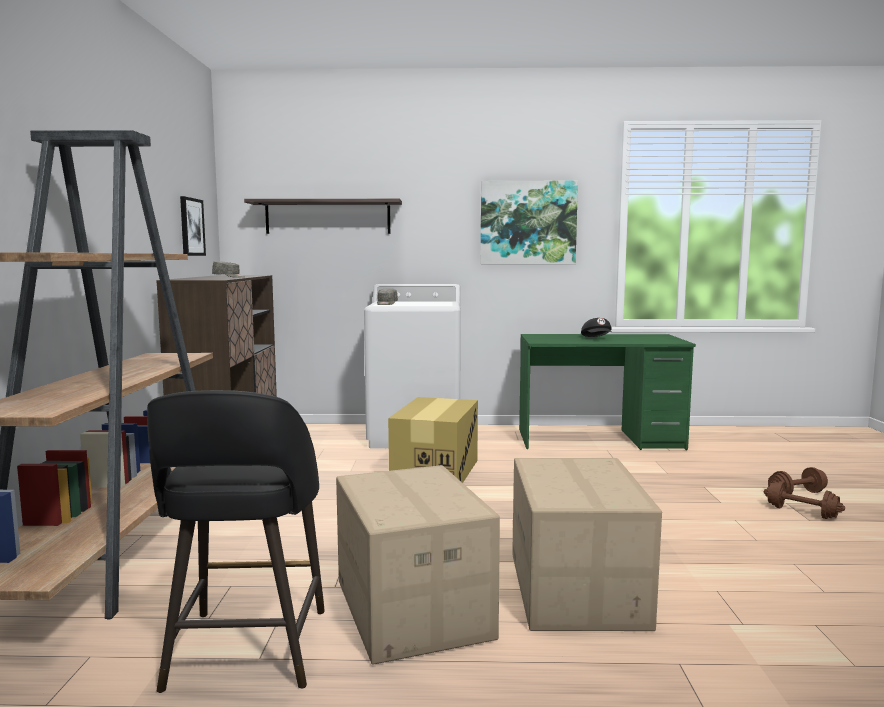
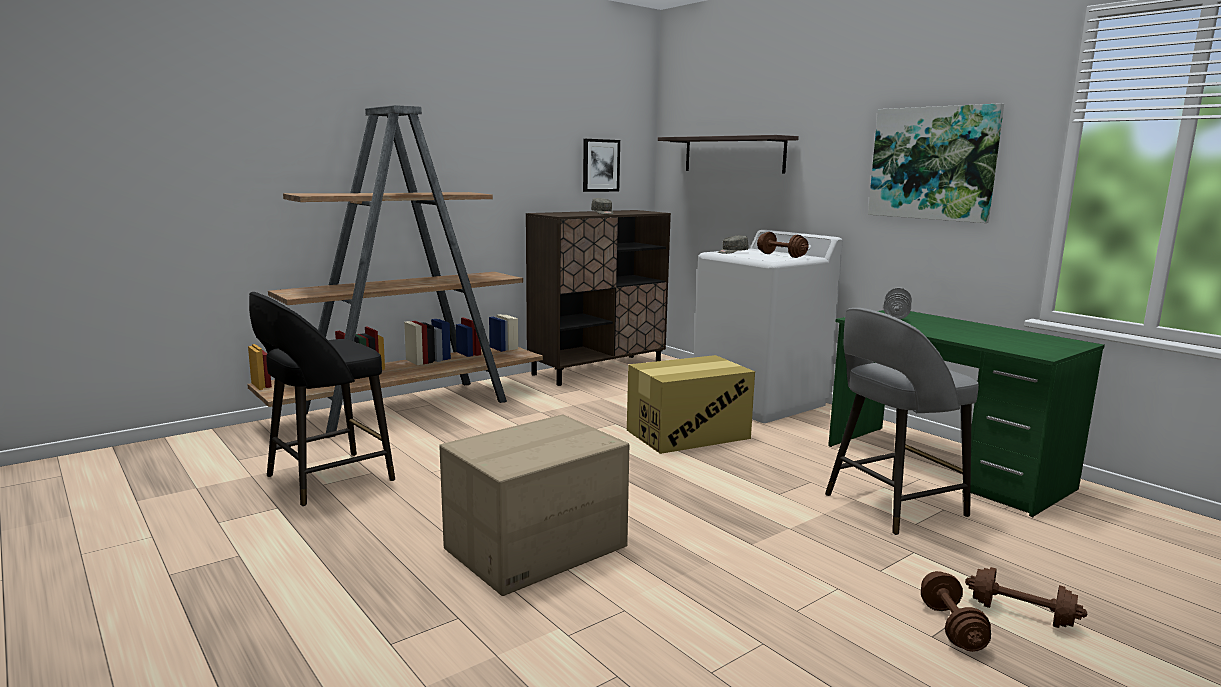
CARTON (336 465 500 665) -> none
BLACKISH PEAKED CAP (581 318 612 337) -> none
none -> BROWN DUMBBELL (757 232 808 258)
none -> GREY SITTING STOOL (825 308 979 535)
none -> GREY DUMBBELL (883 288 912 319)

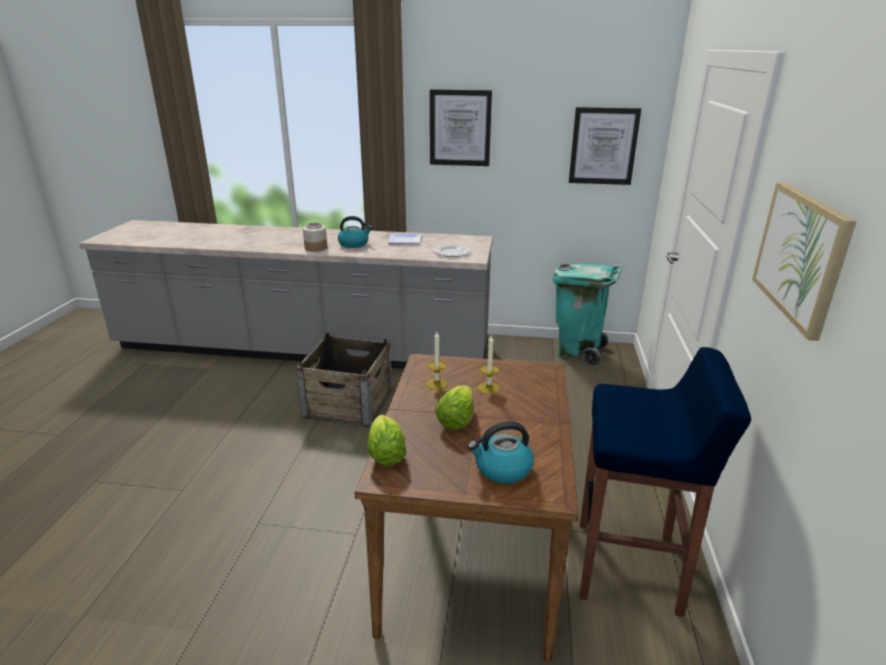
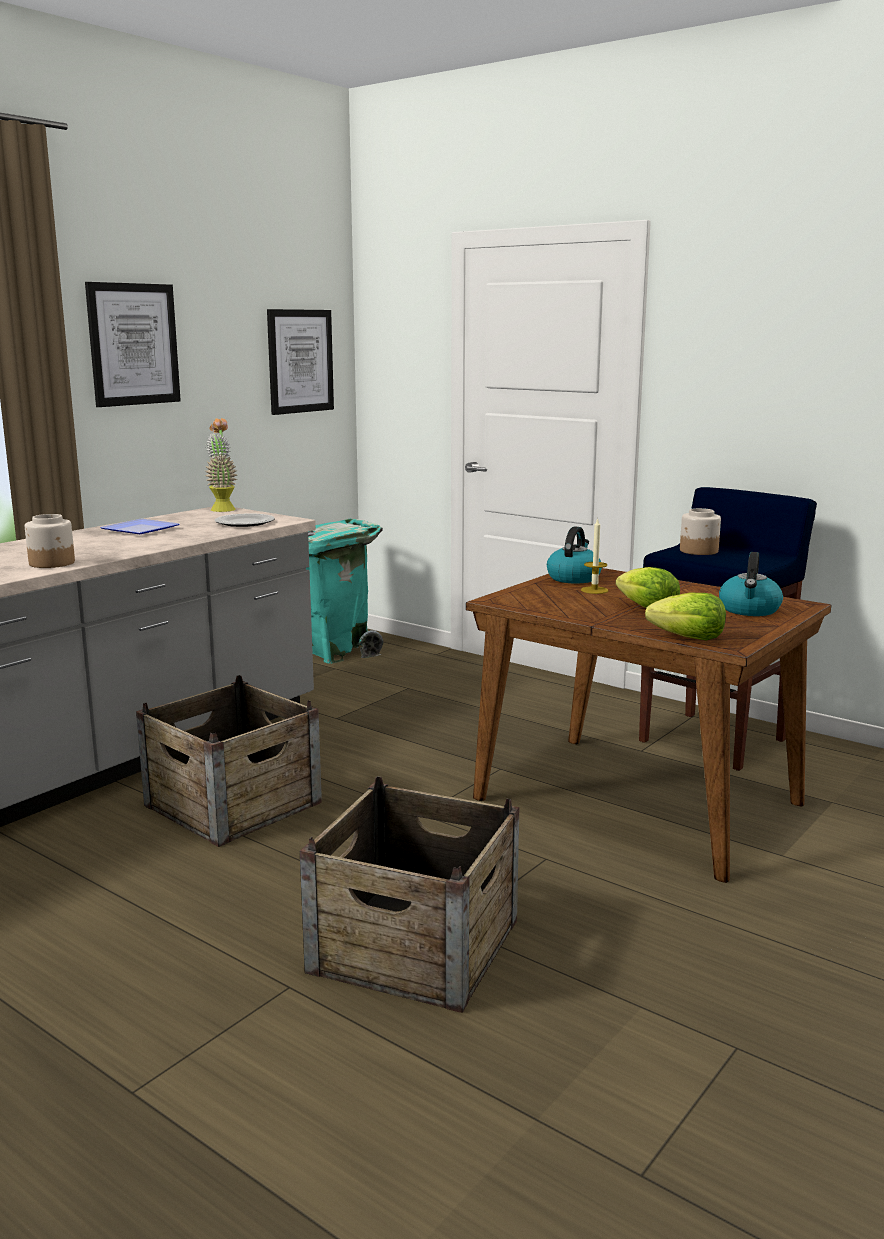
KETTLE (338 216 372 248) -> KETTLE (547 526 602 584), relocated
CANDLE (426 332 448 390) -> none
PICTURE (752 182 857 341) -> none
none -> HOUSEPLANT (205 418 238 512)
none -> PACKING CRATE (300 776 519 1013)
none -> JAR (680 508 721 555)

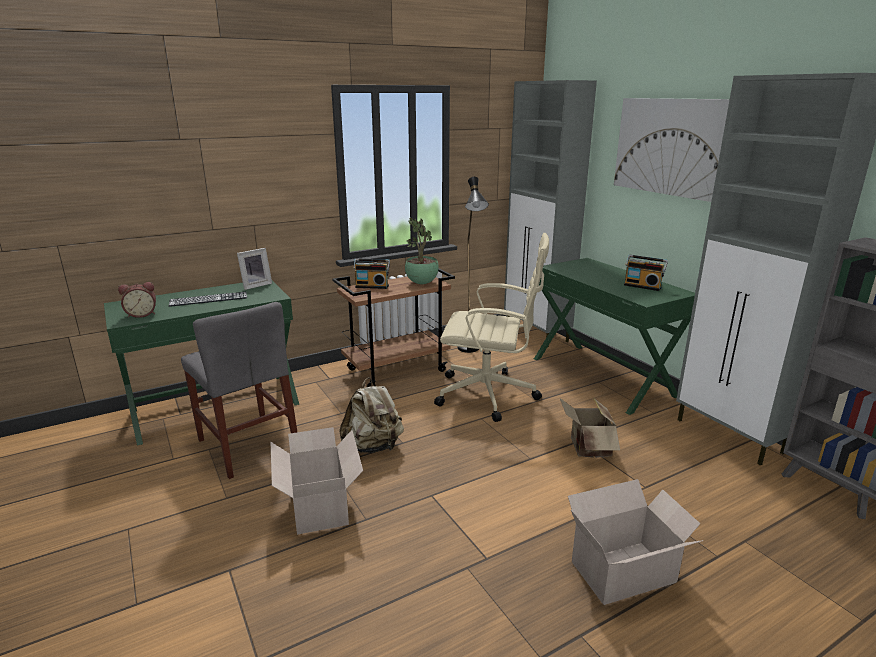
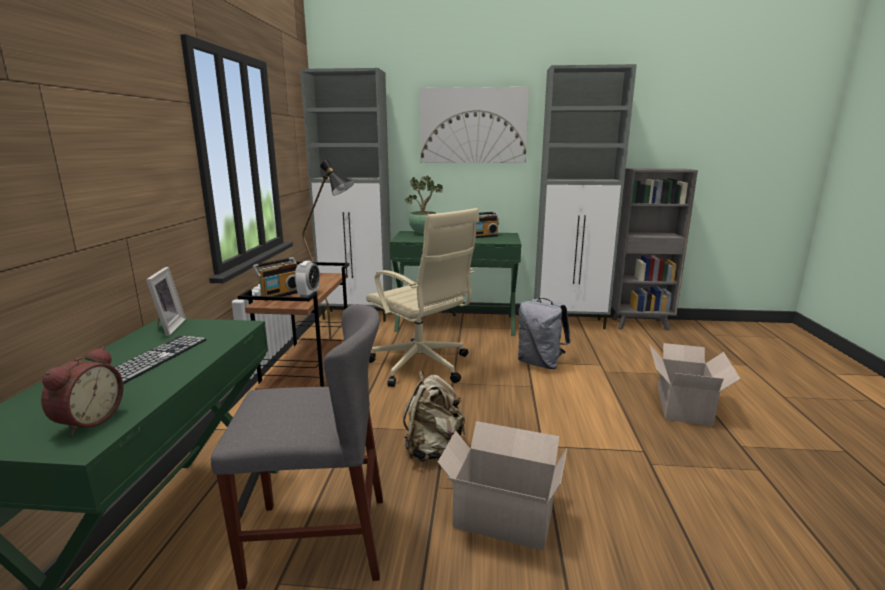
HOUSEPLANT (405 218 439 284) -> HOUSEPLANT (405 176 443 234), relocated
BEIGE DESK CHAIR (434 233 549 422) -> BEIGE DESK CHAIR (366 208 479 387), 90 degrees clockwise
CARTON (560 398 620 458) -> GREY KNAPSACK (518 298 570 369)
none -> TABLE CLOCK (295 261 320 297)

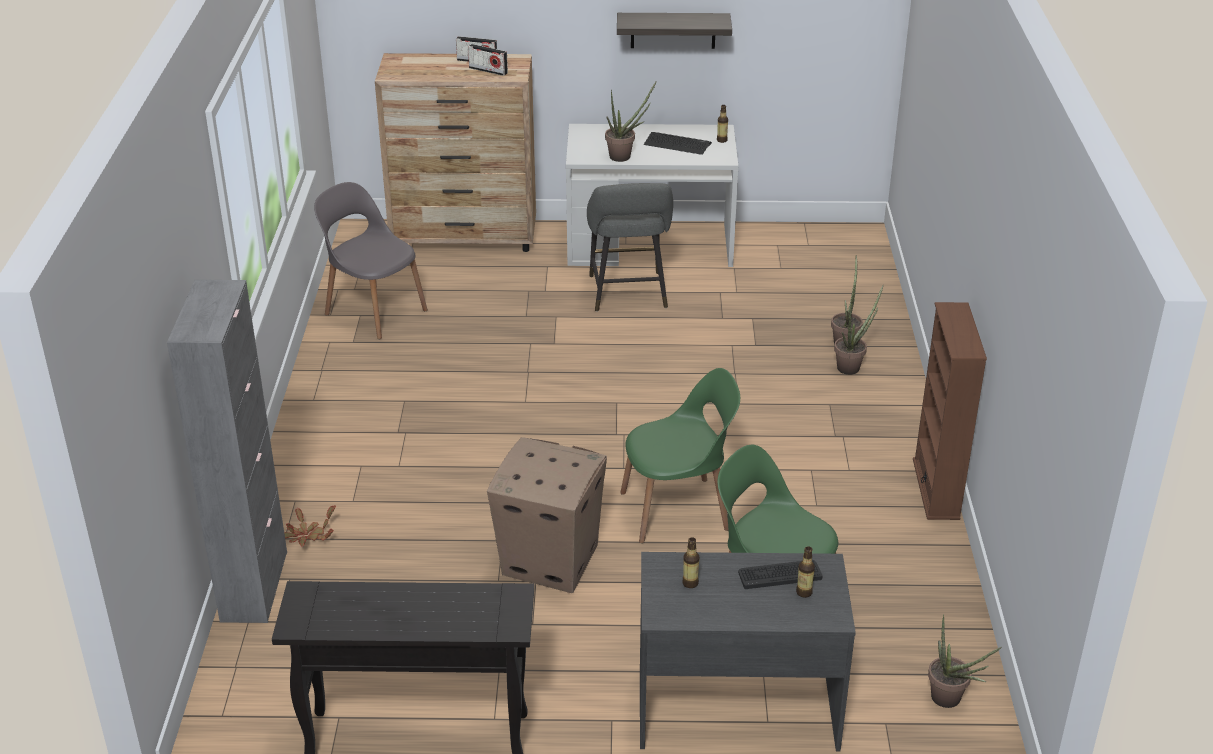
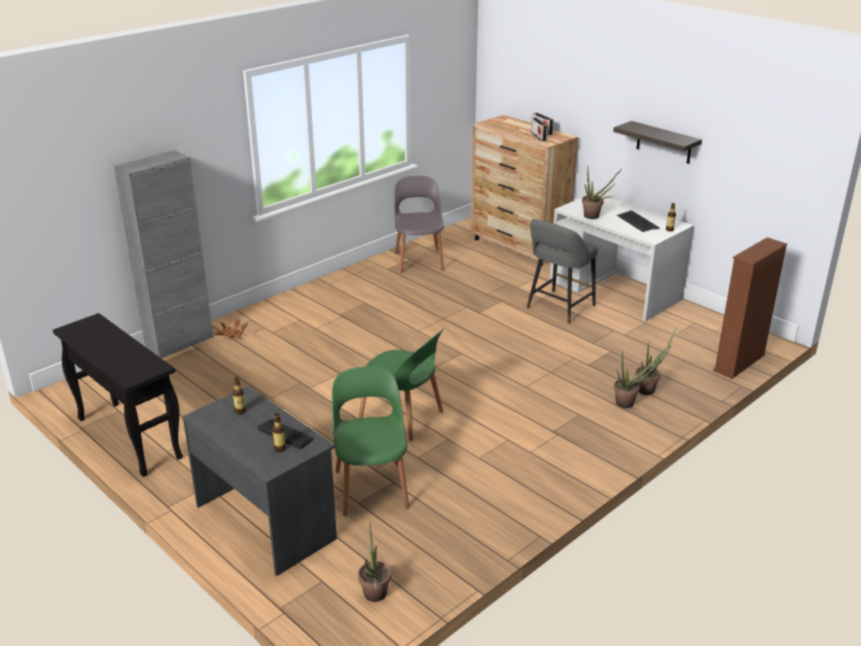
CARTON (487 437 607 593) -> none
BROWN BOOKSHELF (913 302 987 520) -> BROWN BOOKSHELF (713 237 787 379), relocated

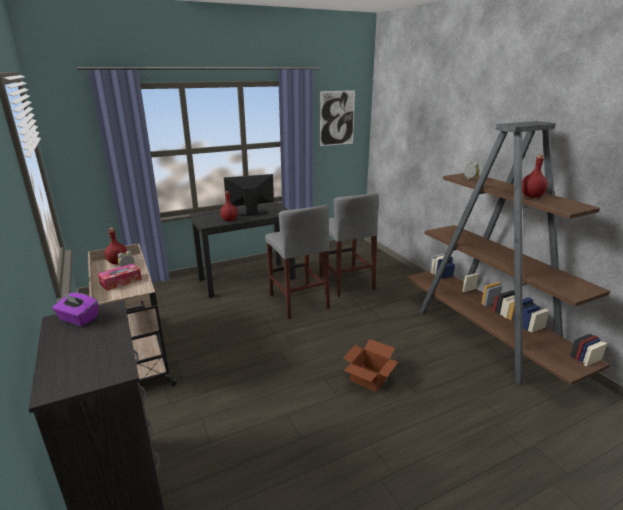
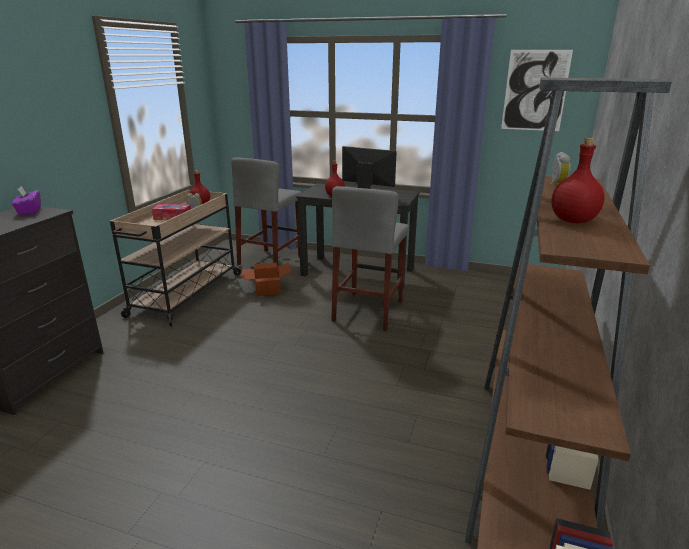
GREY SITTING STOOL (319 193 379 297) -> GREY SITTING STOOL (231 158 301 268), relocated
CARTON (343 339 398 392) -> CARTON (242 262 291 296), relocated

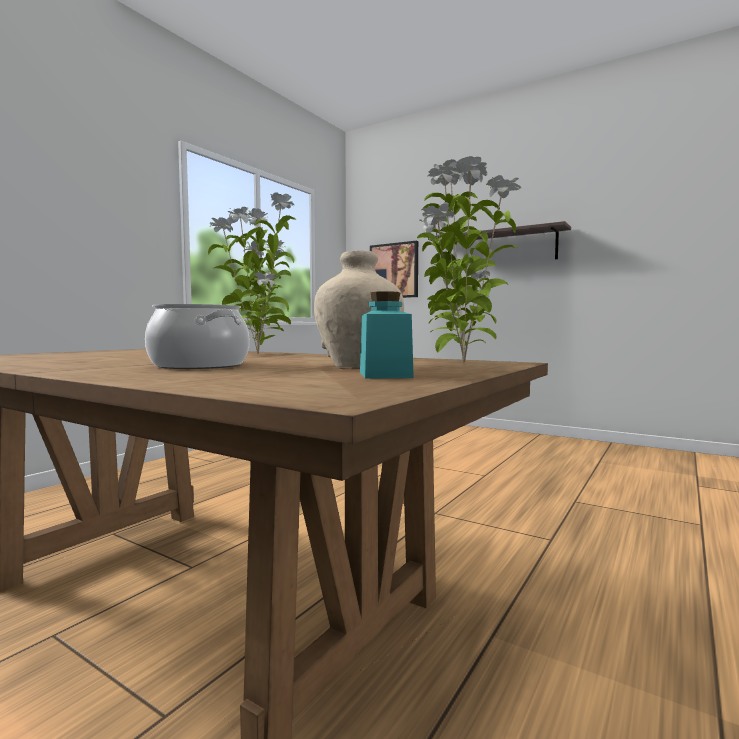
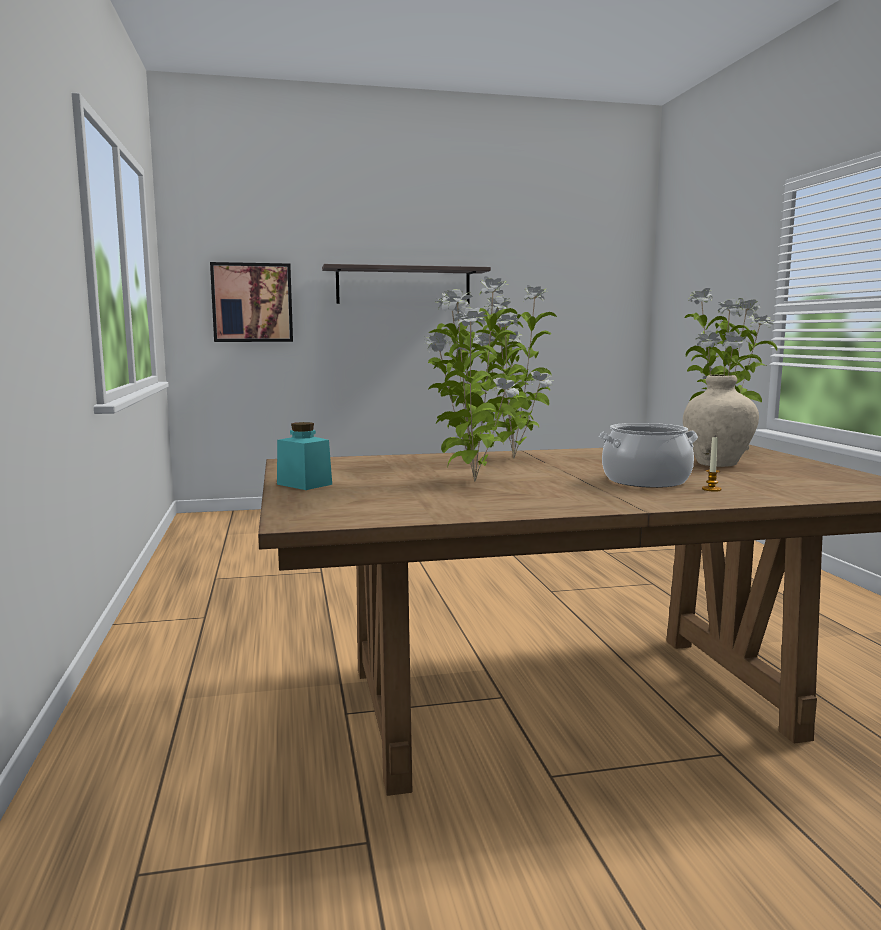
BLUE-GREEN JAR (360 291 414 379) -> BLUE-GREEN JAR (277 422 332 490), relocated
none -> HOUSEPLANT (425 276 519 482)
none -> CANDLE (702 437 722 492)

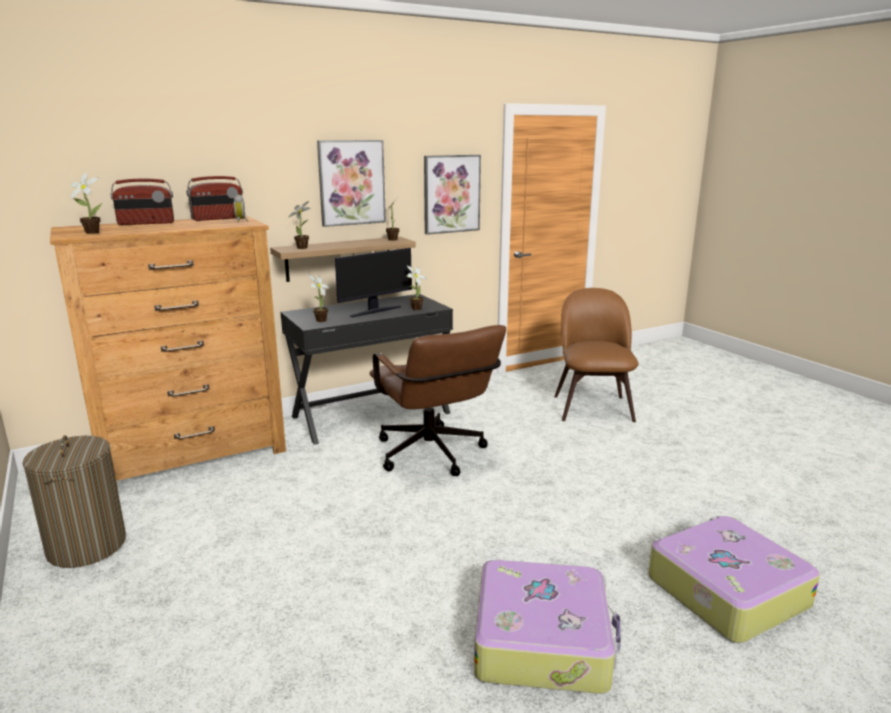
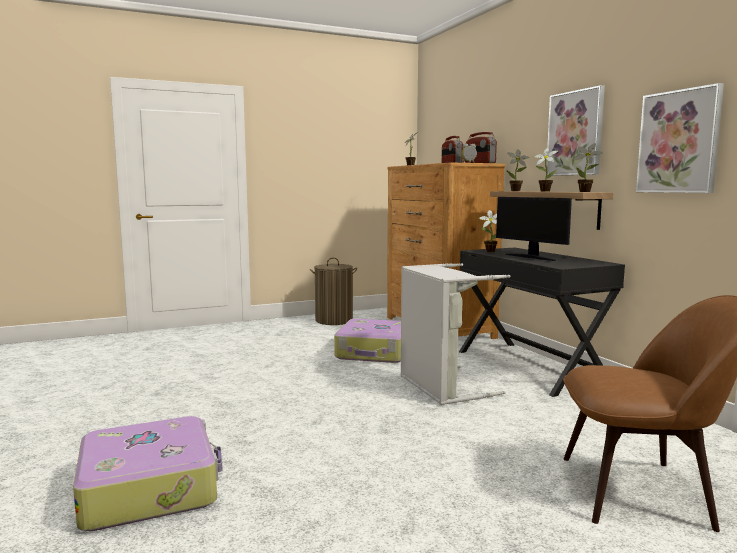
BROWN DESK CHAIR (370 325 506 476) -> GREY WASHING BASKET (400 263 510 405)
HOUSEPLANT (406 266 427 310) -> HOUSEPLANT (534 148 558 192), relocated
PIECE OF LUGGAGE (474 560 621 694) -> PIECE OF LUGGAGE (334 319 401 363), relocated

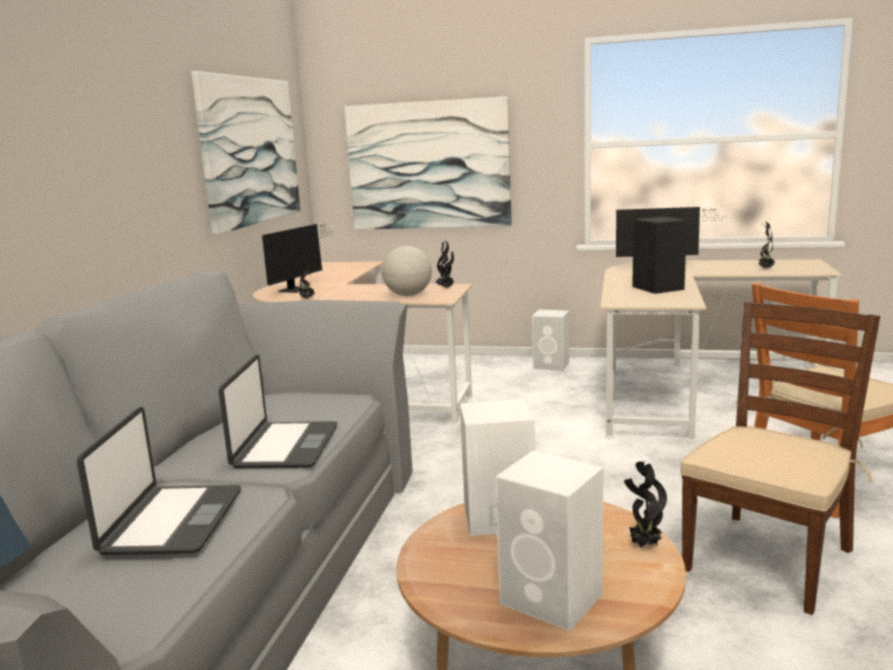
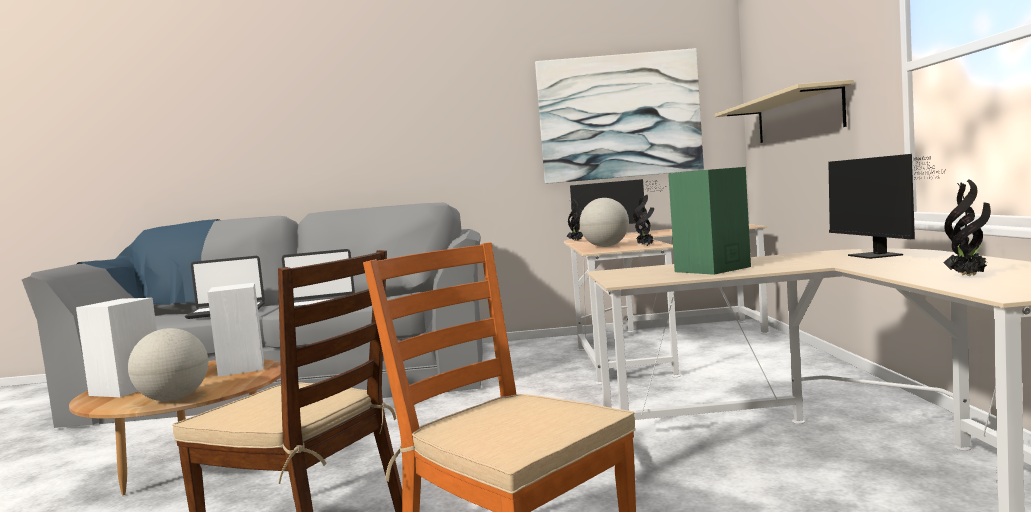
PICTURE (345 97 511 229) -> BEIGE WALL SHELF (715 79 853 143)
WHITE-COLOURED AUDIO SPEAKER (532 310 569 371) -> none
HOUSEPLANT (624 462 667 547) -> WORLD GLOBE (128 328 208 401)
BLACKISH AUDIO SPEAKER (632 216 687 294) -> GREEN AUDIO SPEAKER (668 167 751 275)

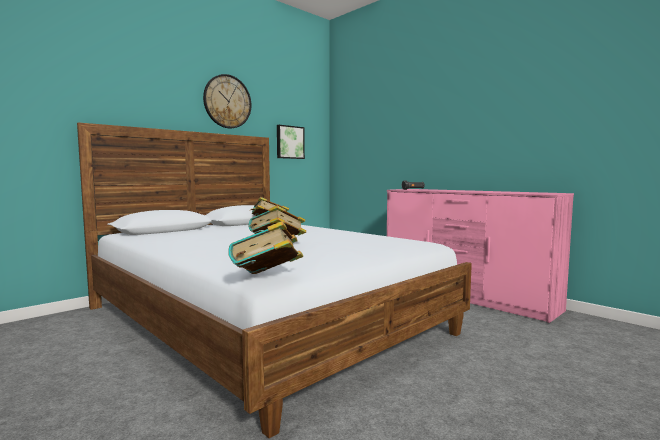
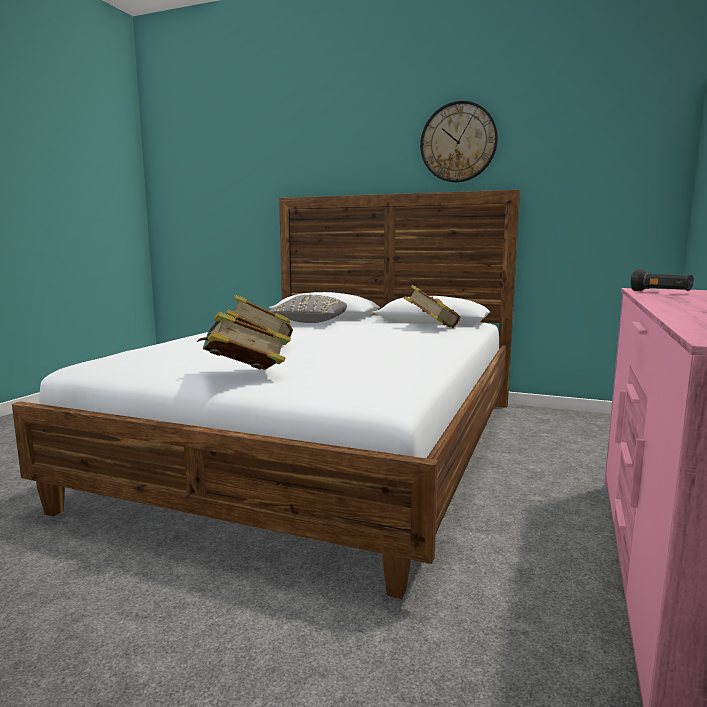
BOOK (228 221 303 274) -> BOOK (197 312 291 370), relocated
PICTURE (277 125 305 159) -> none
none -> GREY THROW PILLOW (269 295 347 323)

